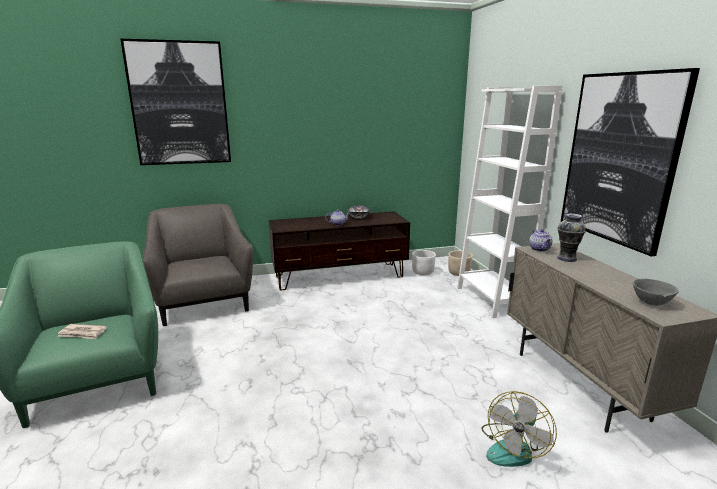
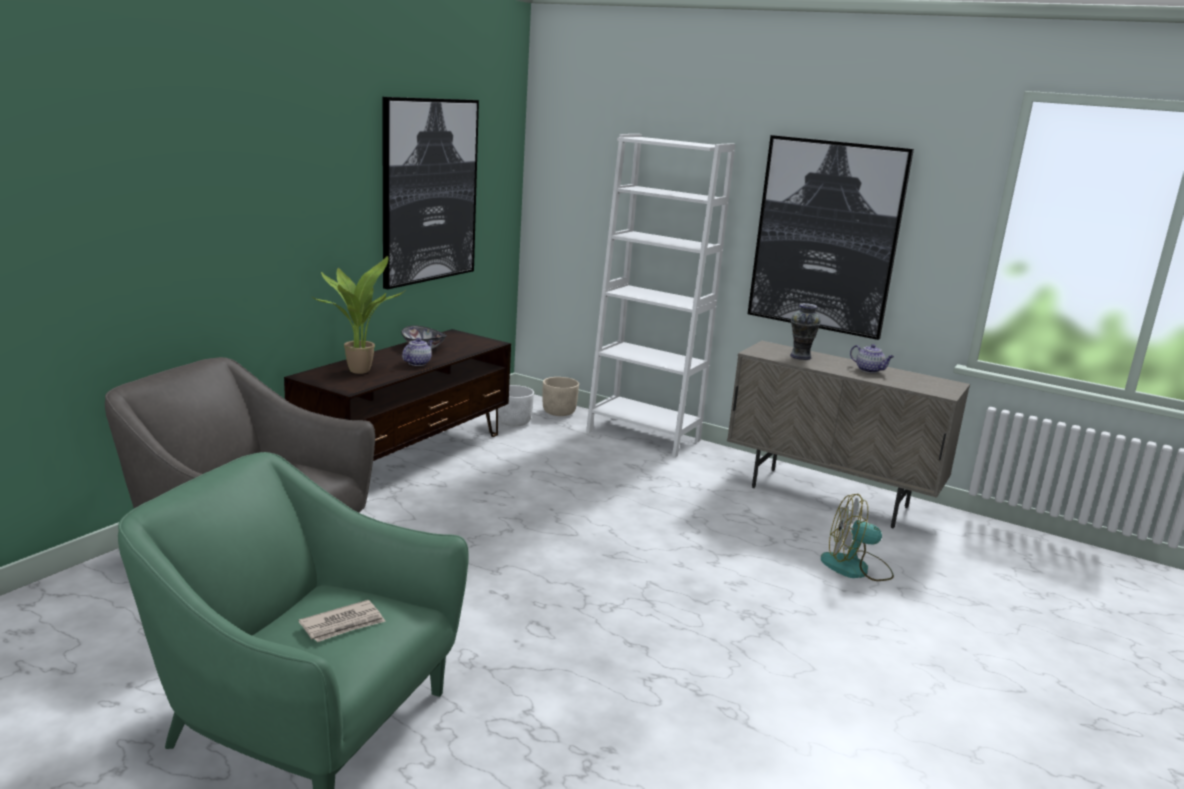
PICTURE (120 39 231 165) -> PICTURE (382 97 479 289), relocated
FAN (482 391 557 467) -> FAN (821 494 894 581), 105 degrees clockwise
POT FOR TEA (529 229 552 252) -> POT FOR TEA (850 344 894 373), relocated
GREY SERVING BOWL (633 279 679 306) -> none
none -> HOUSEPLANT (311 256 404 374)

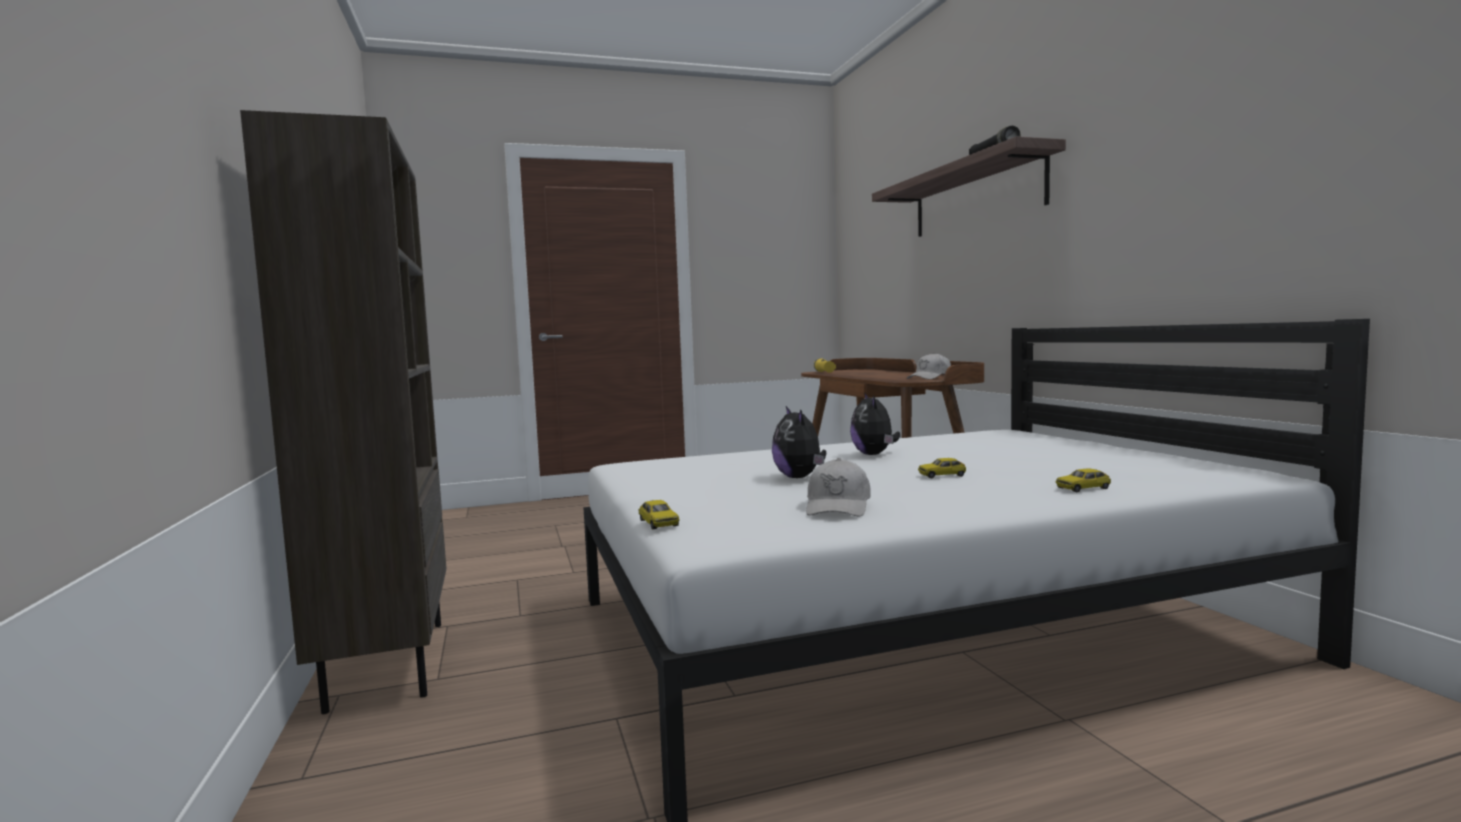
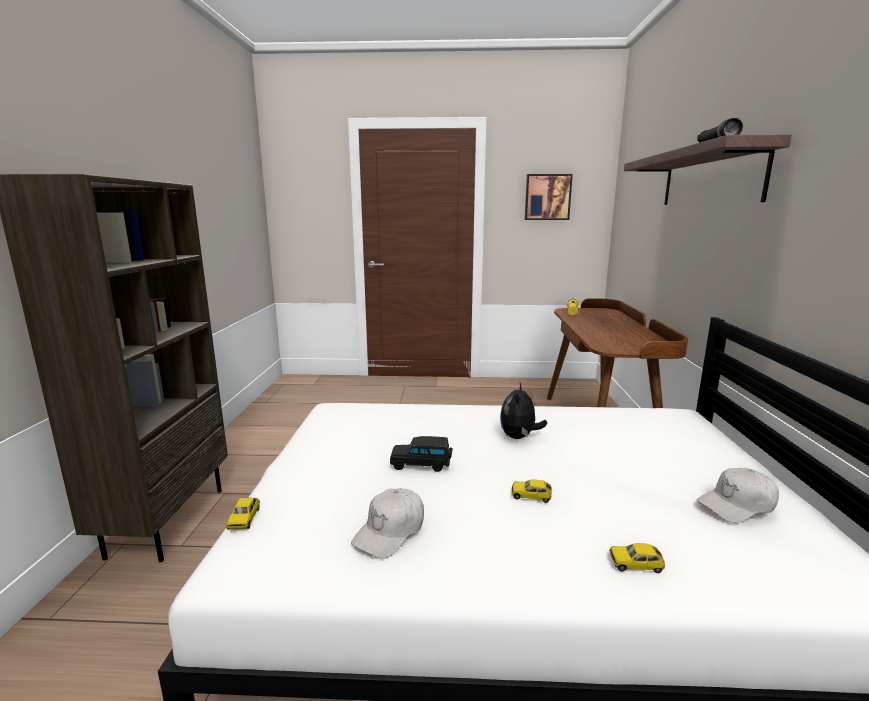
CUDDLY TOY (772 406 826 478) -> BLACKISH TOY CAR (390 436 453 472)
WHITE-COLOURED PEAKED CAP (907 353 951 379) -> WHITE-COLOURED PEAKED CAP (697 468 779 523), relocated
none -> PICTURE (525 174 573 220)

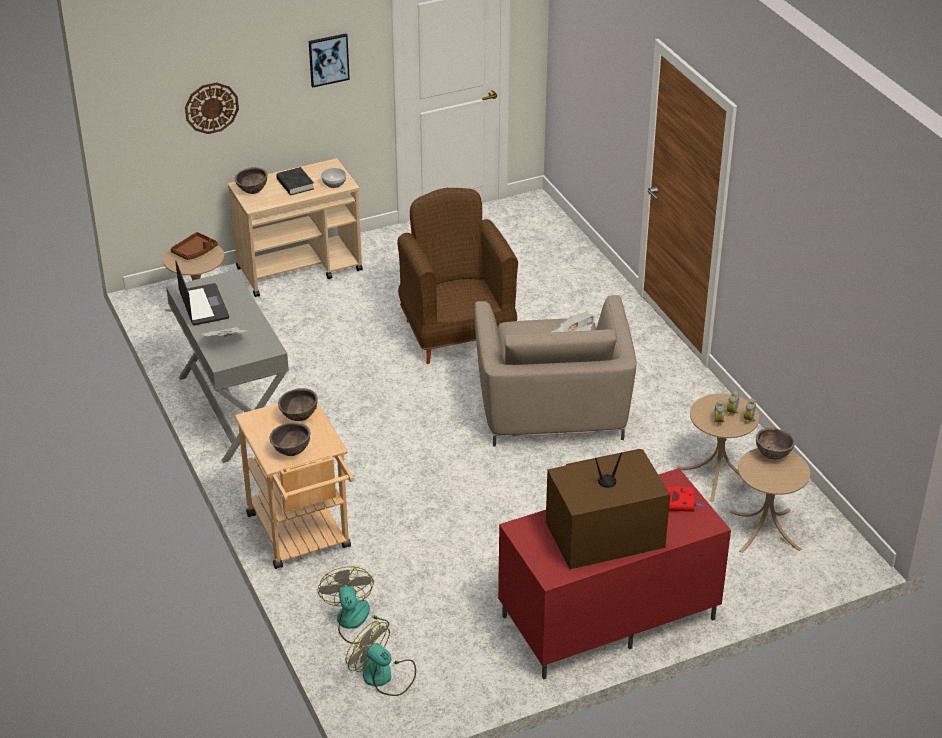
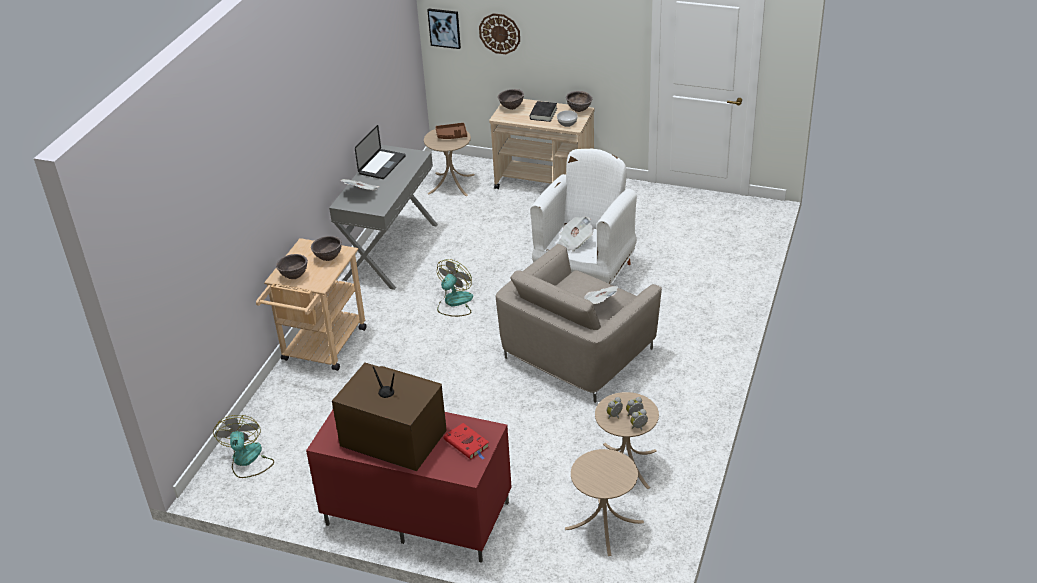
PICTURE (309 33 350 87) -> PICTURE (427 8 461 49), relocated
FAN (317 566 389 644) -> FAN (437 259 473 317), relocated
BROWN ARMCHAIR (397 188 518 364) -> WHITE-COLOURED ARMCHAIR (530 149 637 285)
BROWN SERVING BOWL (756 427 795 460) -> BROWN SERVING BOWL (566 91 592 112), relocated
none -> DAILY PAPER (556 217 594 252)

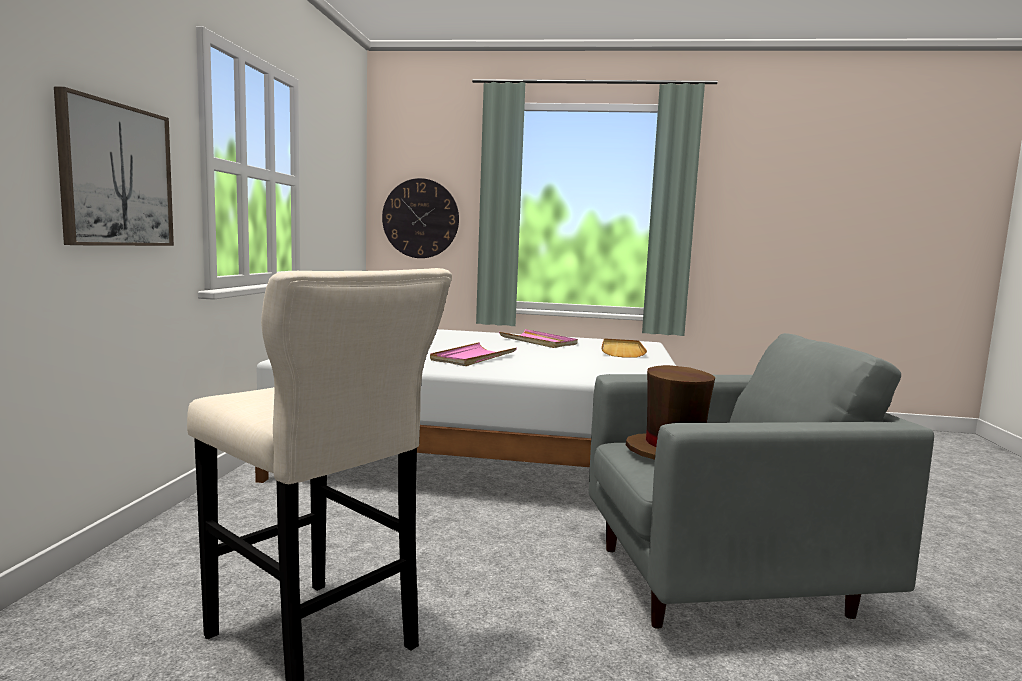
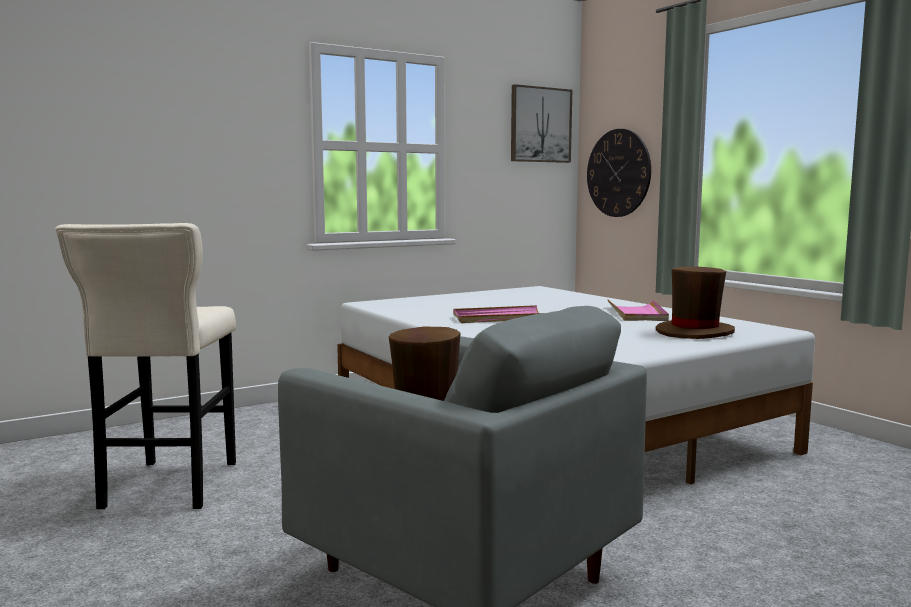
PICTURE (54 87 174 246) -> PICTURE (511 84 572 163), relocated
BEIGE TRAY (601 338 647 358) -> BROWN HAT (656 267 735 339)

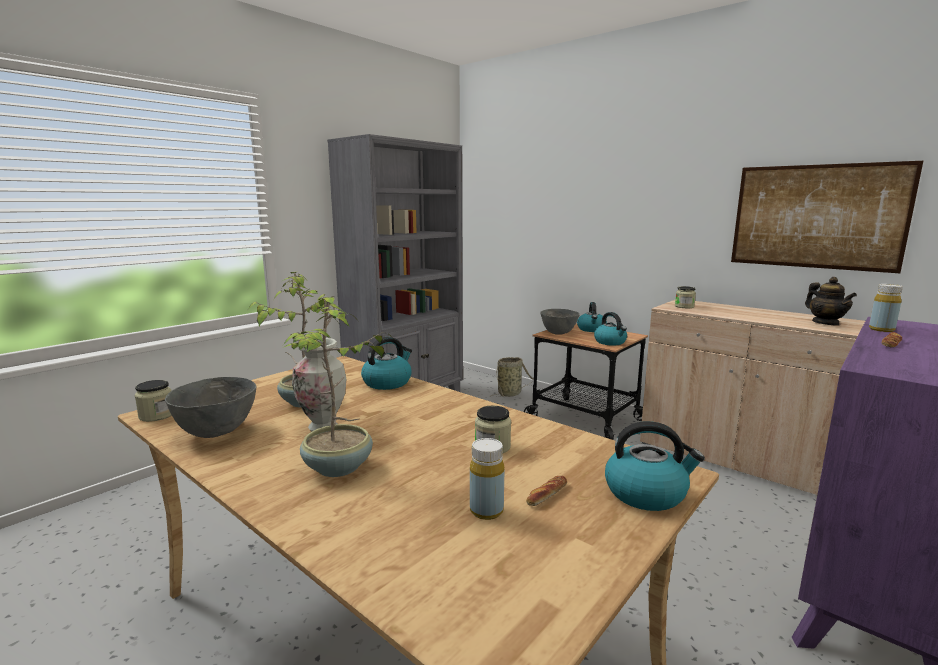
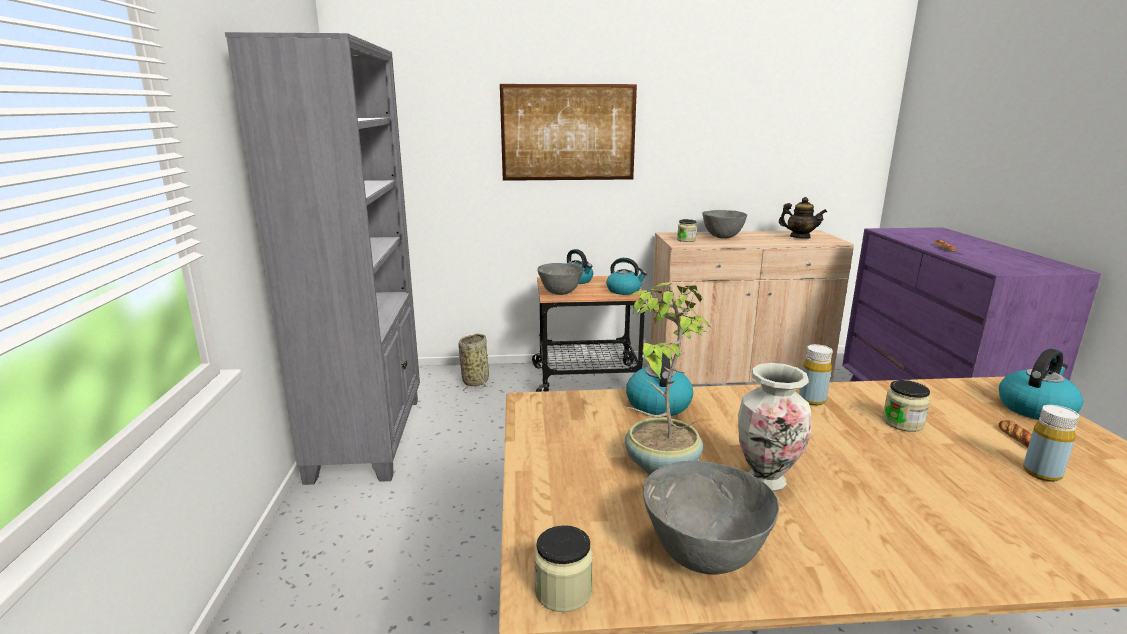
HOUSEPLANT (283 294 393 477) -> none
PICTURE (731 161 923 273) -> PICTURE (500 84 637 181), relocated
YELLOW BEVERAGE BOTTLE (869 284 903 332) -> YELLOW BEVERAGE BOTTLE (799 344 833 406), relocated
none -> GREY SERVING BOWL (702 210 747 238)

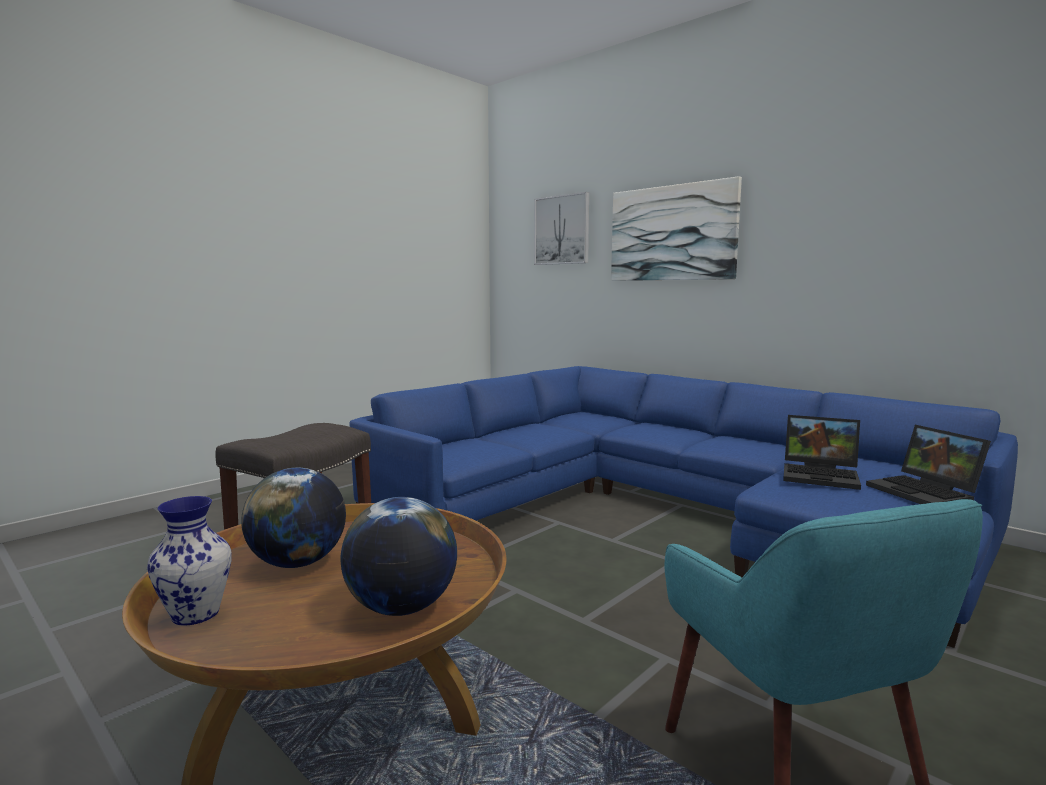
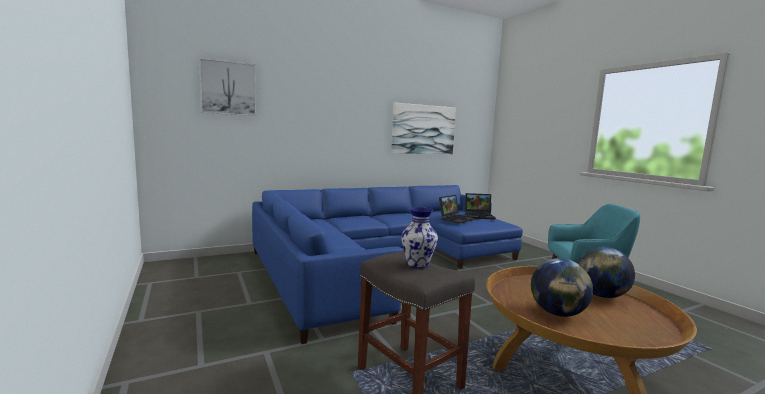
VASE (147 496 231 626) -> VASE (401 207 438 268), relocated
PICTURE (611 176 742 281) -> PICTURE (391 103 456 154), relocated

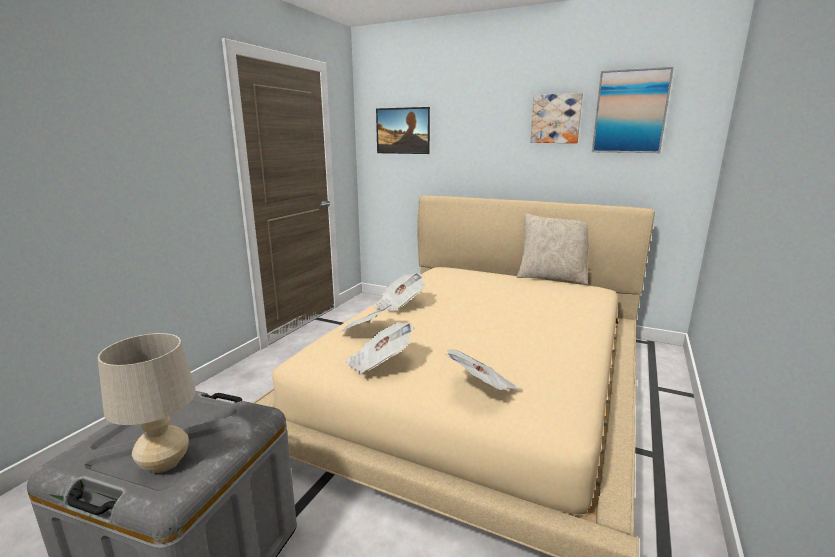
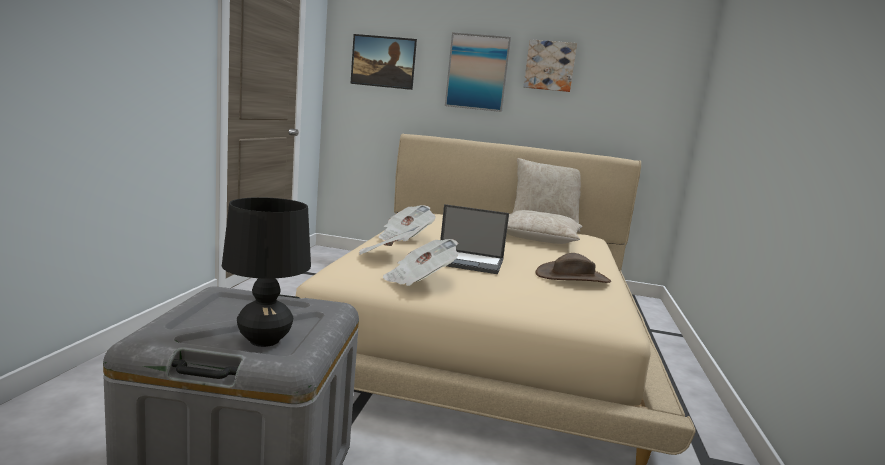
BEIGE LAMP FOR A TABLE (98 333 196 473) -> BLACKISH LAMP FOR A TABLE (222 197 311 347)
DAILY PAPER (445 350 521 392) -> none
PICTURE (592 67 674 153) -> PICTURE (445 32 511 112), relocated
none -> LAPTOP (440 204 509 274)
none -> BEIGE THROW PILLOW (507 210 582 244)
none -> BROWN HAT (535 253 611 283)

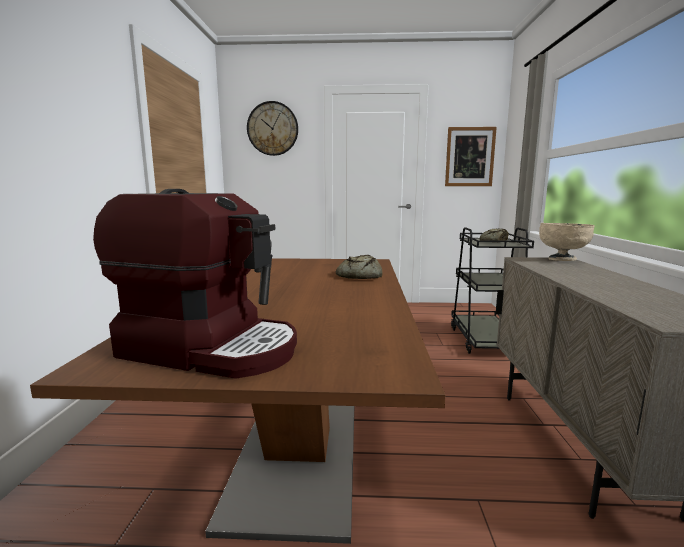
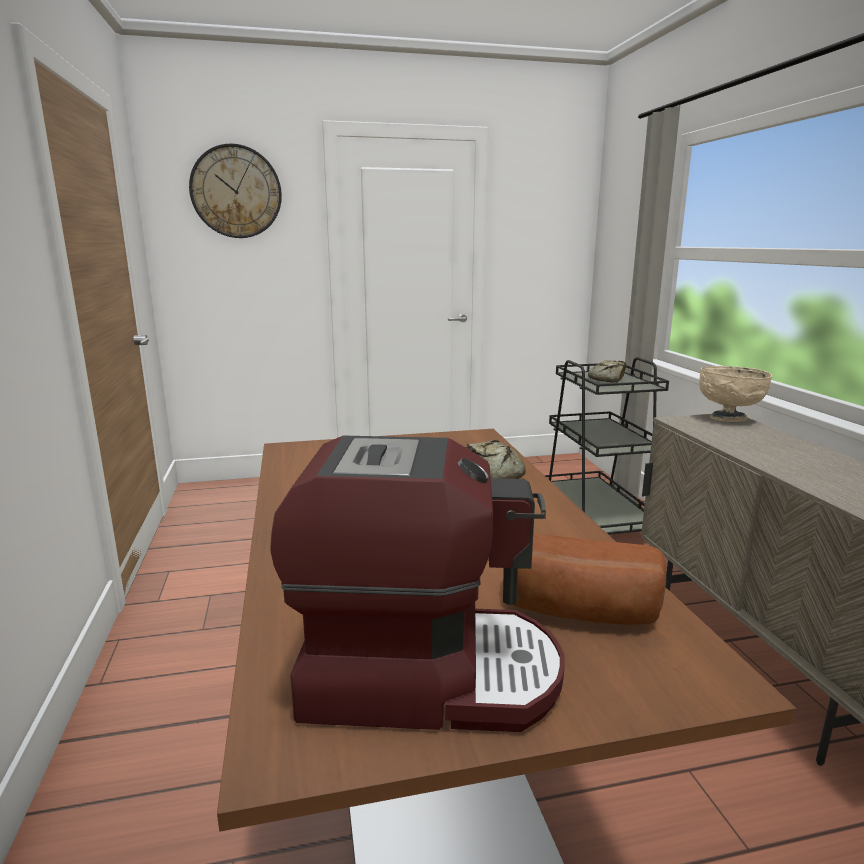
PICTURE (445 127 497 186) -> none
none -> BAKED BREAD (513 533 666 625)

